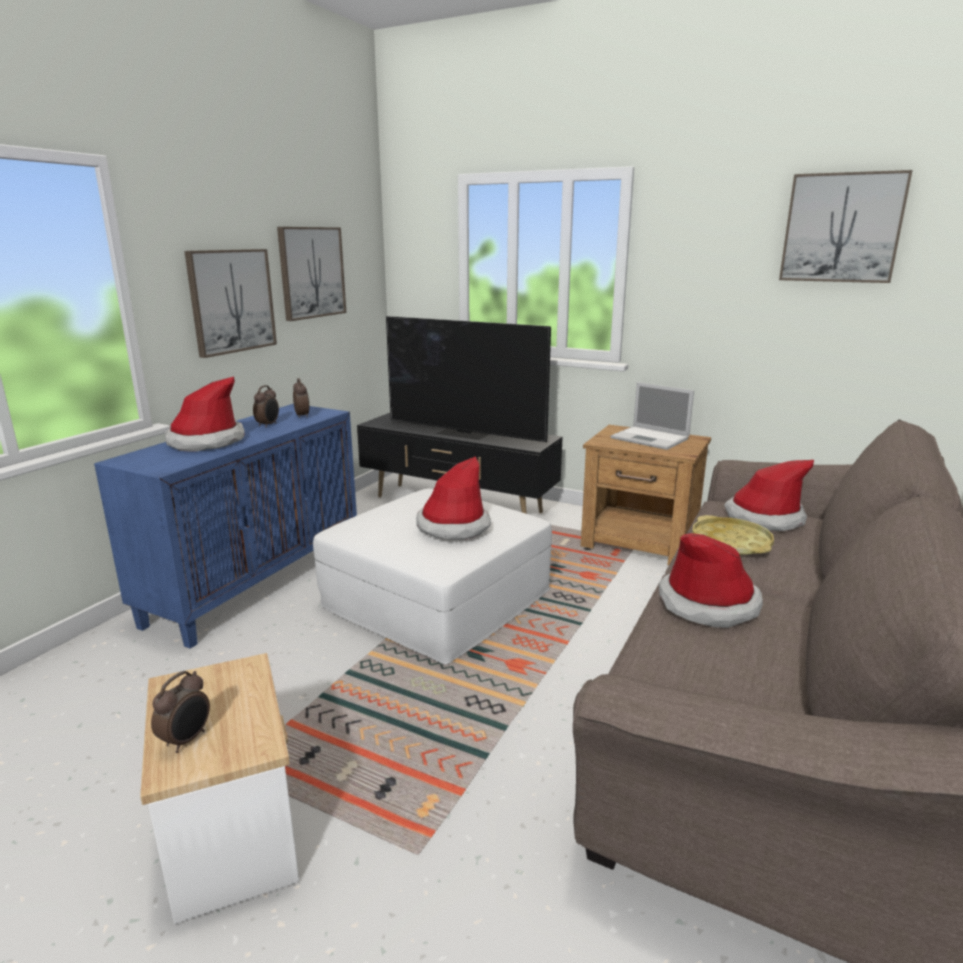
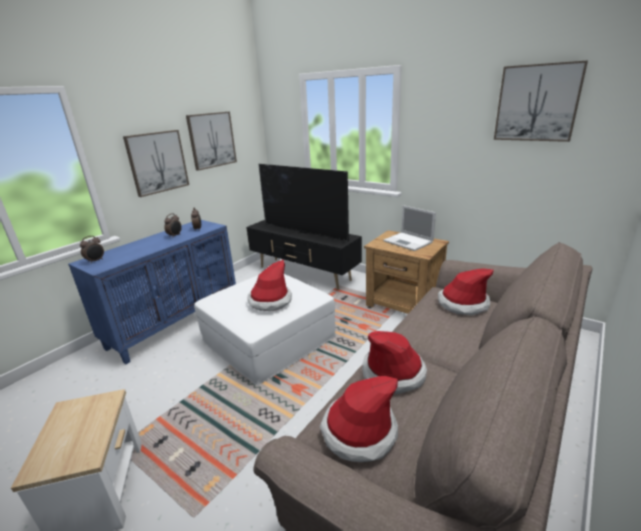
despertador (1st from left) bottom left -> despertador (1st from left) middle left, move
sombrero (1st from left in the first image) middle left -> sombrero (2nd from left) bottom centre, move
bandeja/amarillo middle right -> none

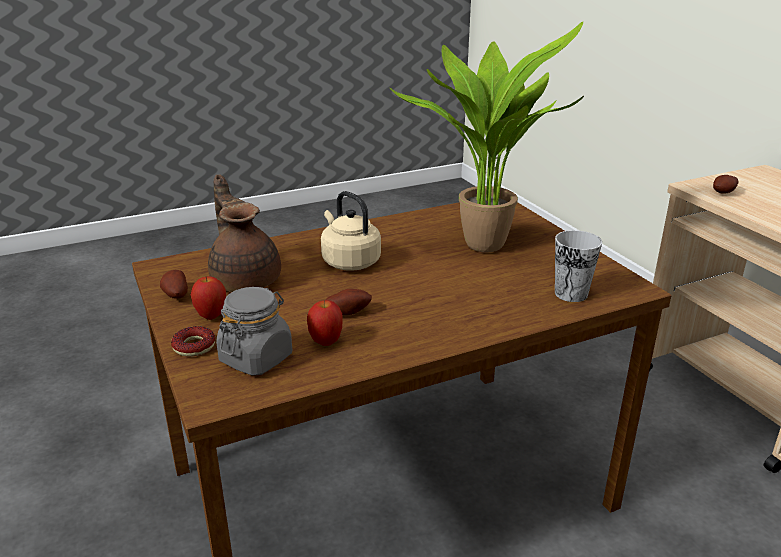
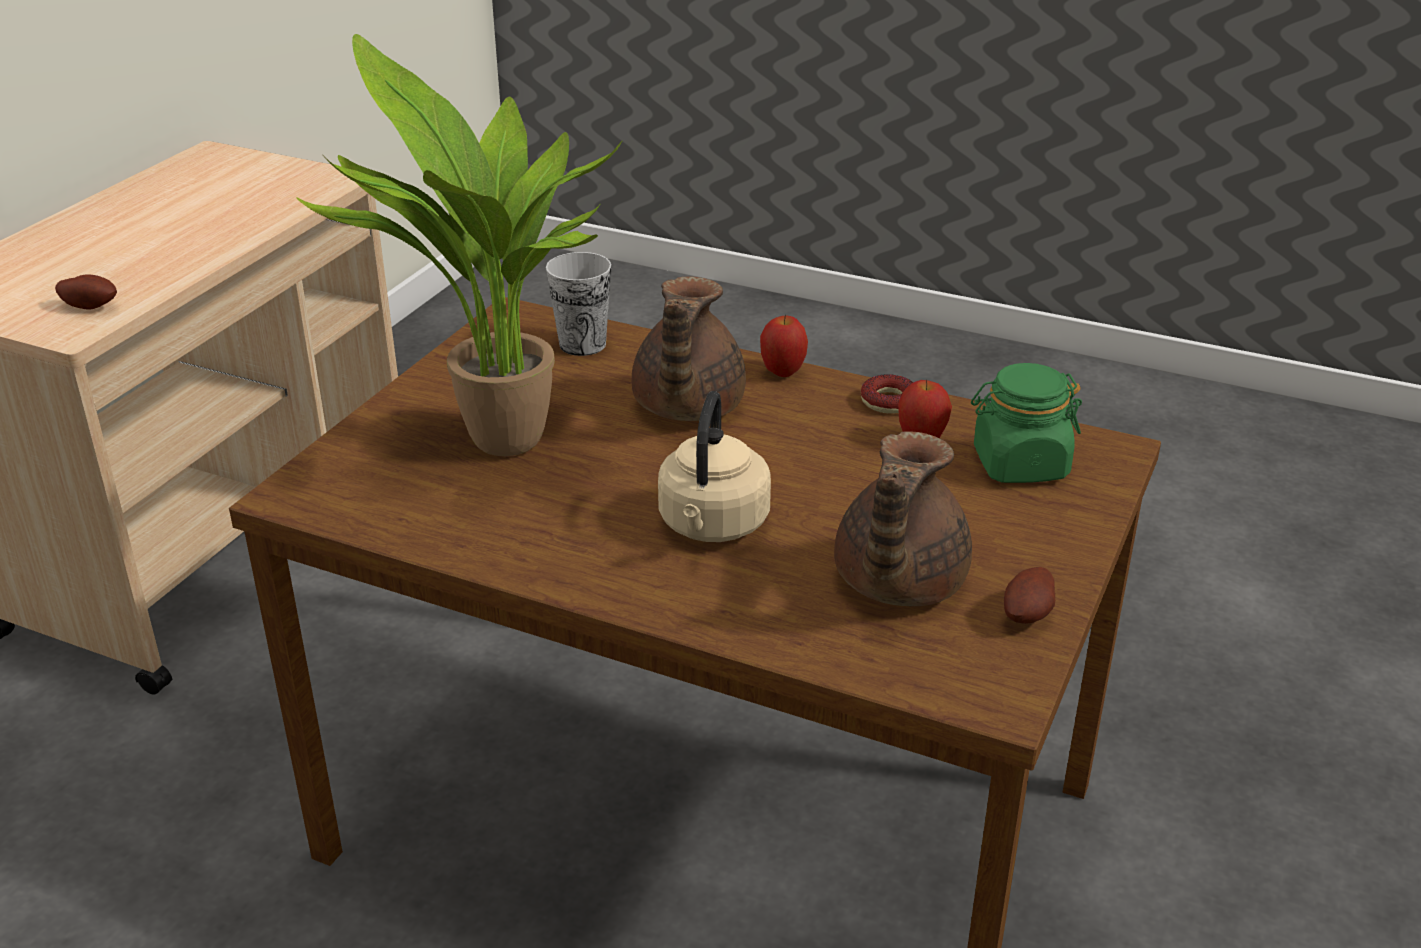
none -> tetera/marrón (1st from left) centre
manzana (1st from left) middle left -> manzana (1st from left) centre, move
rosquilla middle left -> rosquilla centre, move
tarro/gris middle left -> tarro/verde middle right
patata (2nd from left) centre -> none

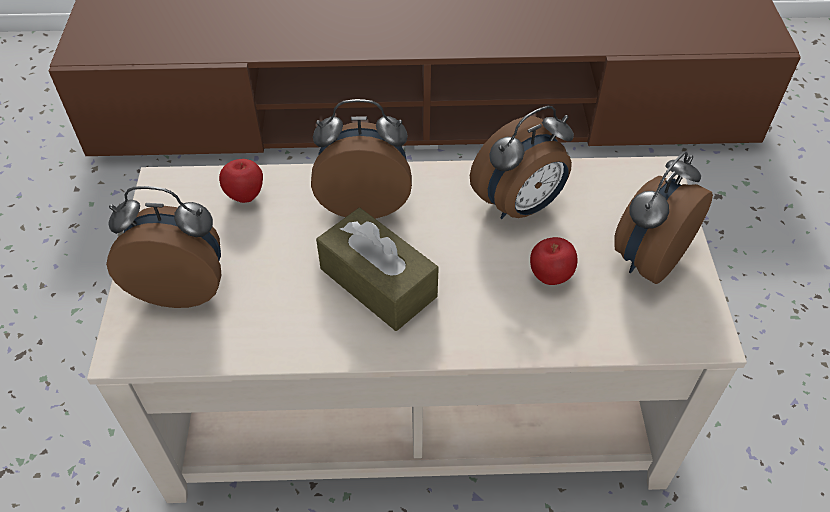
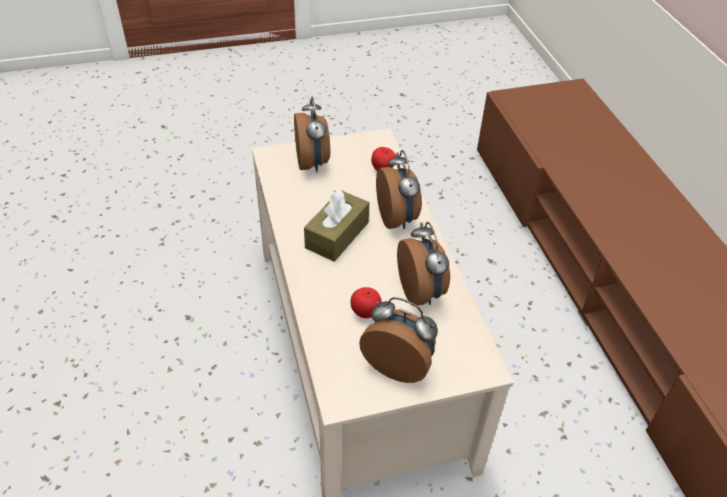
despertador (3rd from left in the first image) top centre -> despertador (4th from left) centre, 150 degrees counterclockwise

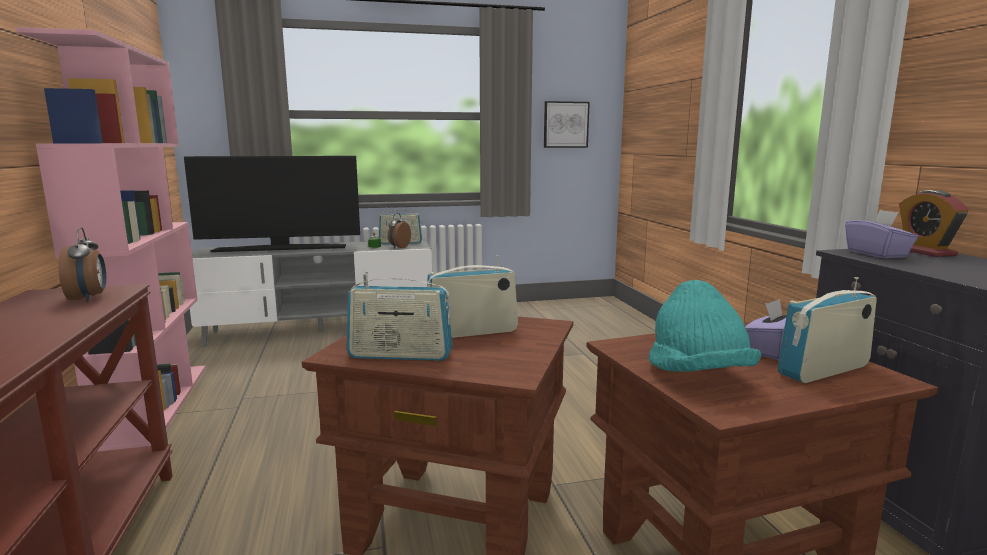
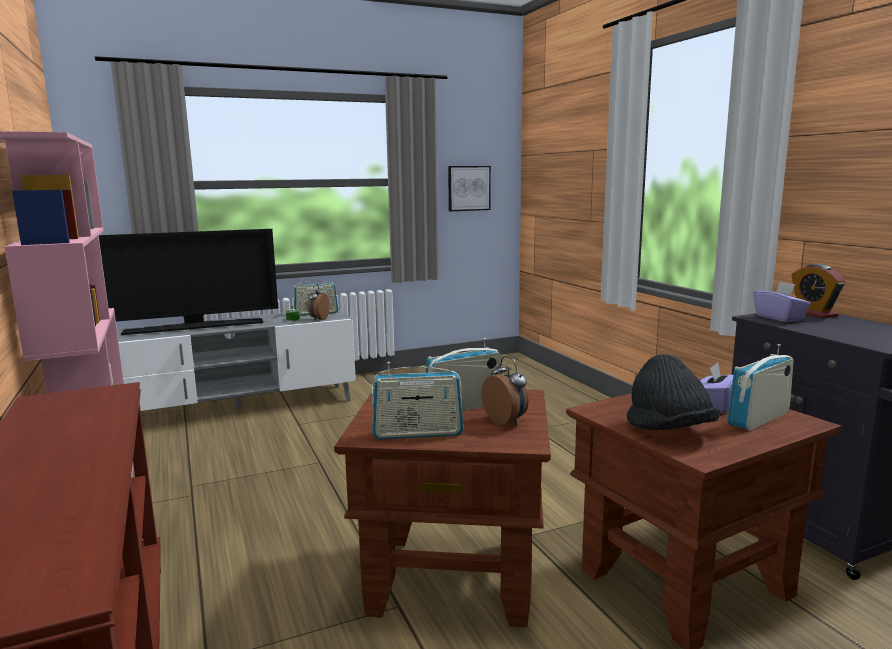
despertador (1st from left in the first image) middle left -> despertador (2nd from left) centre, move
sombrero/turquesa middle right -> sombrero/negro middle right

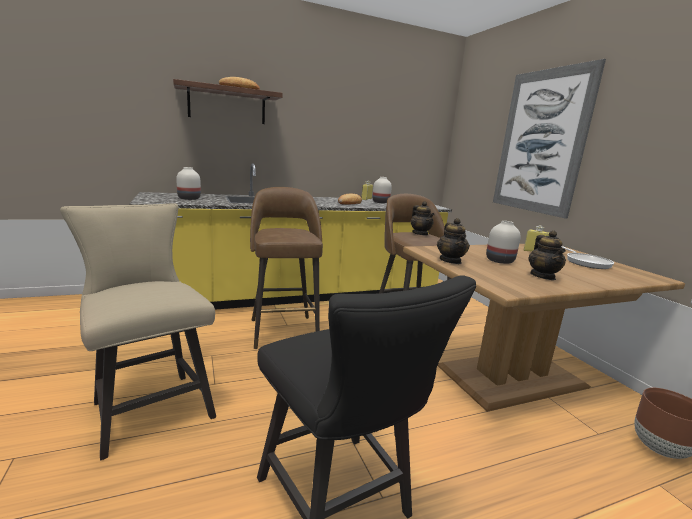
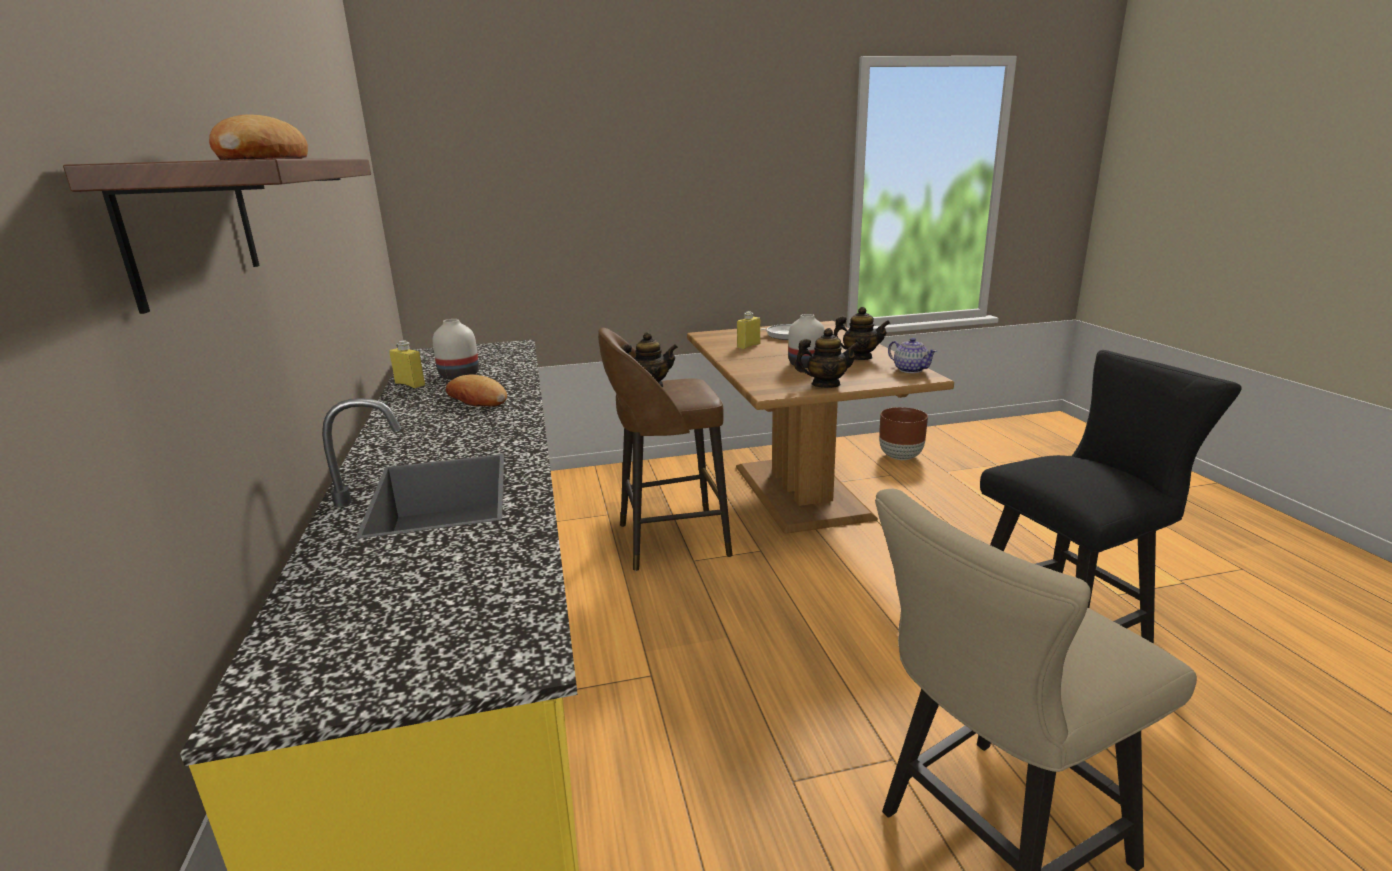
none -> tetera (4th from left) centre
florero/blanco (1st from left) middle left -> none
taburete/marrón (1st from left) centre -> none
cuadro top right -> none

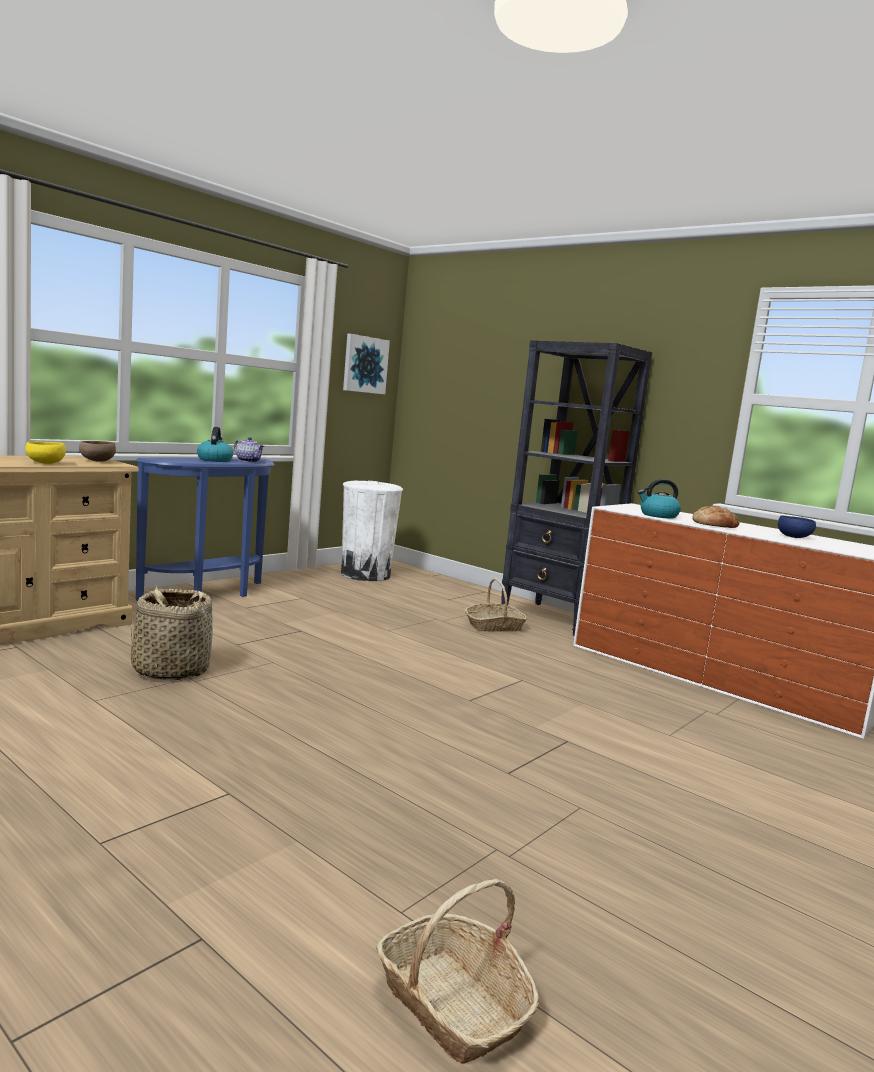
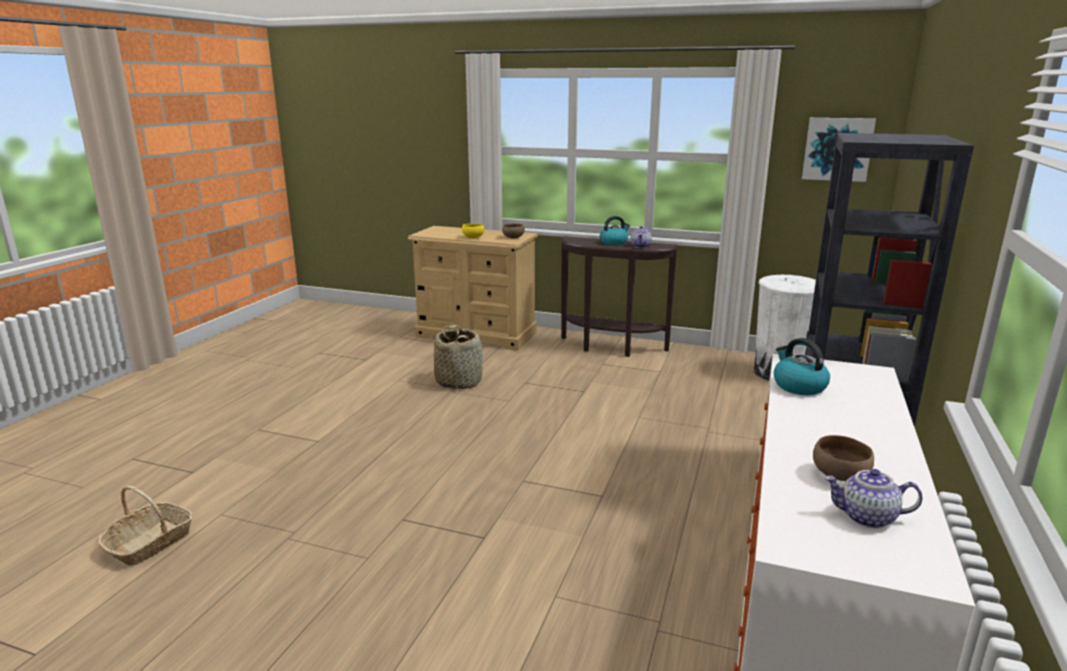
mesa consola/azul middle left -> mesa consola/marrón centre
cuenco/azul middle right -> cuenco/marrón (2nd from left) bottom right
none -> tetera (2nd from left) bottom right
cesta (3rd from left) centre -> none
pan middle right -> none

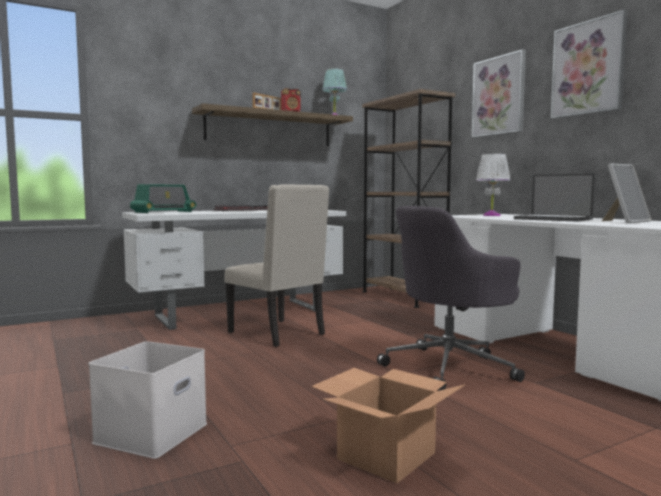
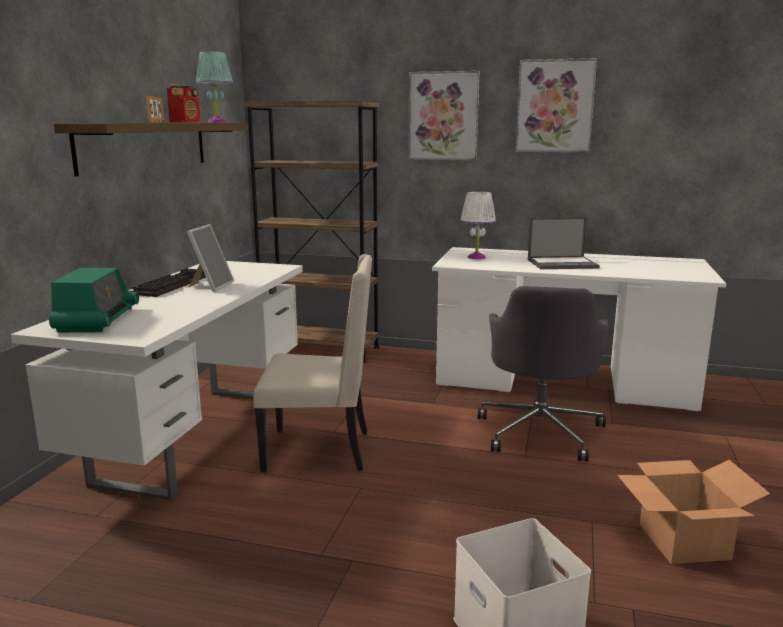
portarretratos (2nd from left) middle right -> portarretratos (2nd from left) middle left, move

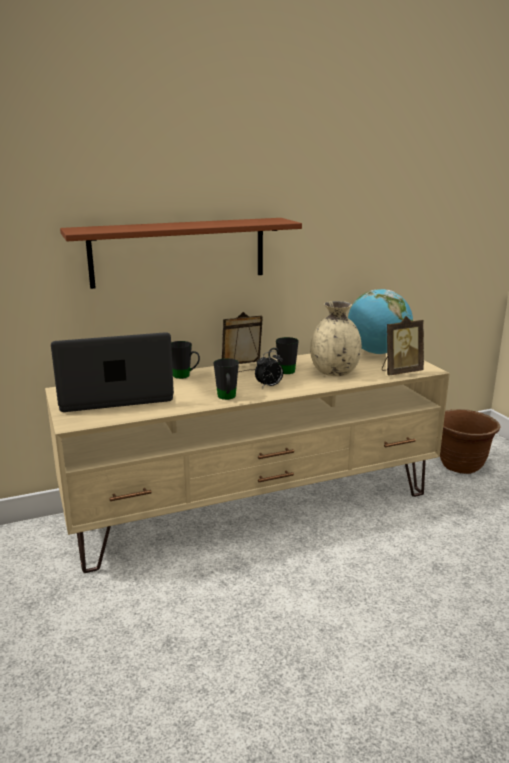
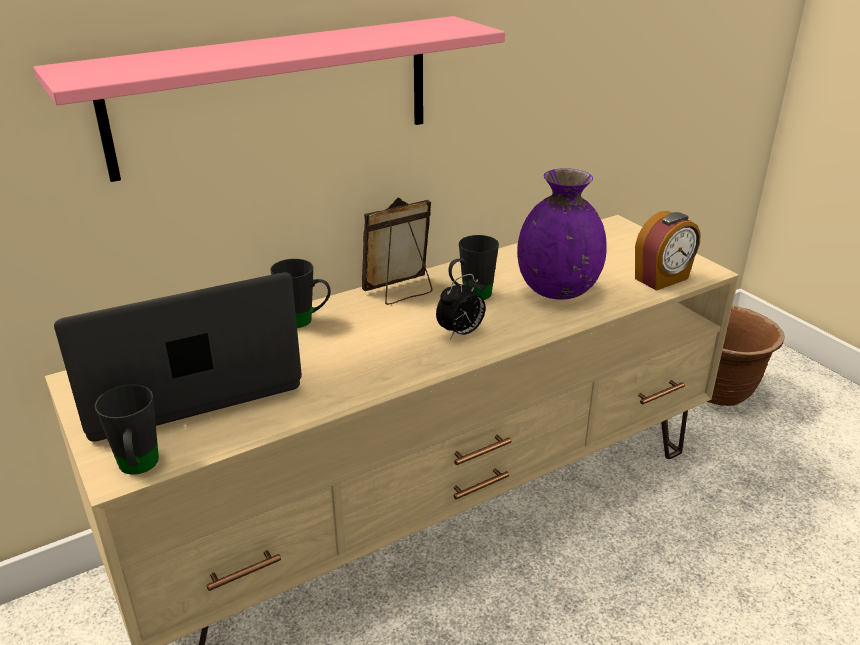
estante/marrón top centre -> estante/rosa top left
taza grande/negro (2nd from left in the first image) centre -> taza grande/negro (1st from left) middle left, move
florero/beis centre -> florero/morado centre
portarretratos (2nd from left) middle right -> despertador (2nd from left) middle right
globo terráqueo middle right -> none

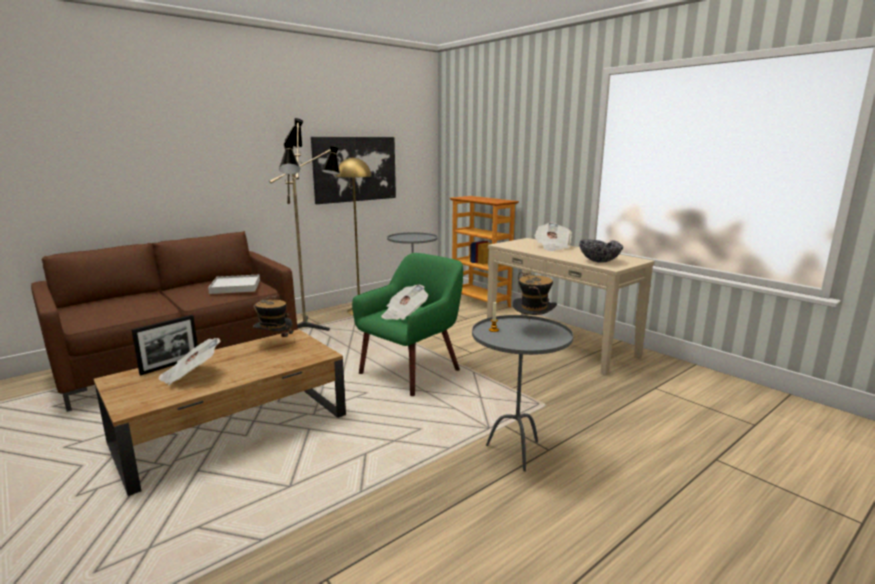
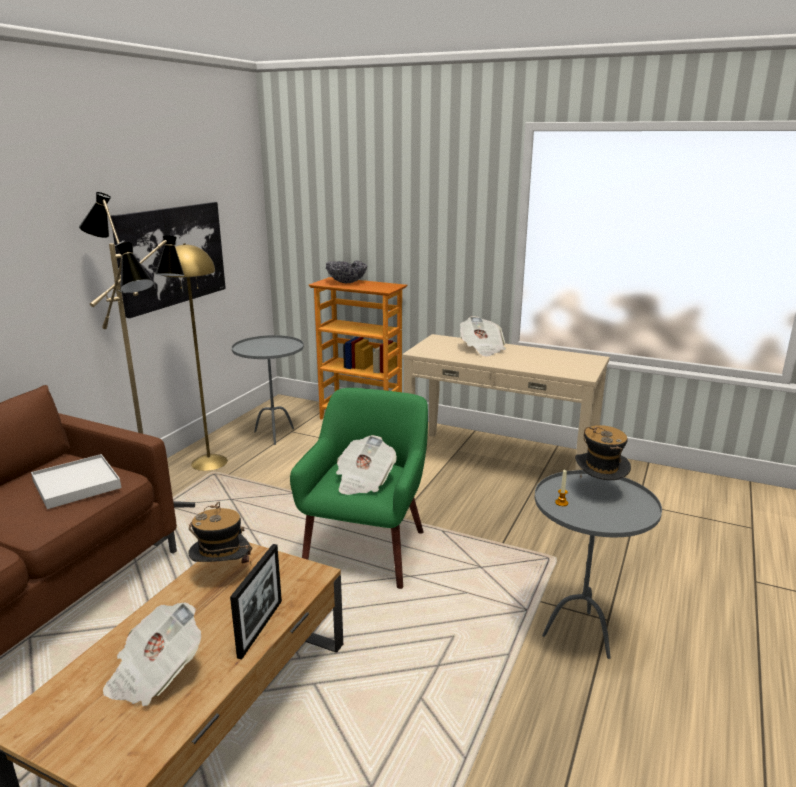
portarretratos middle left -> portarretratos bottom left, move
cuenco middle right -> cuenco centre, move

